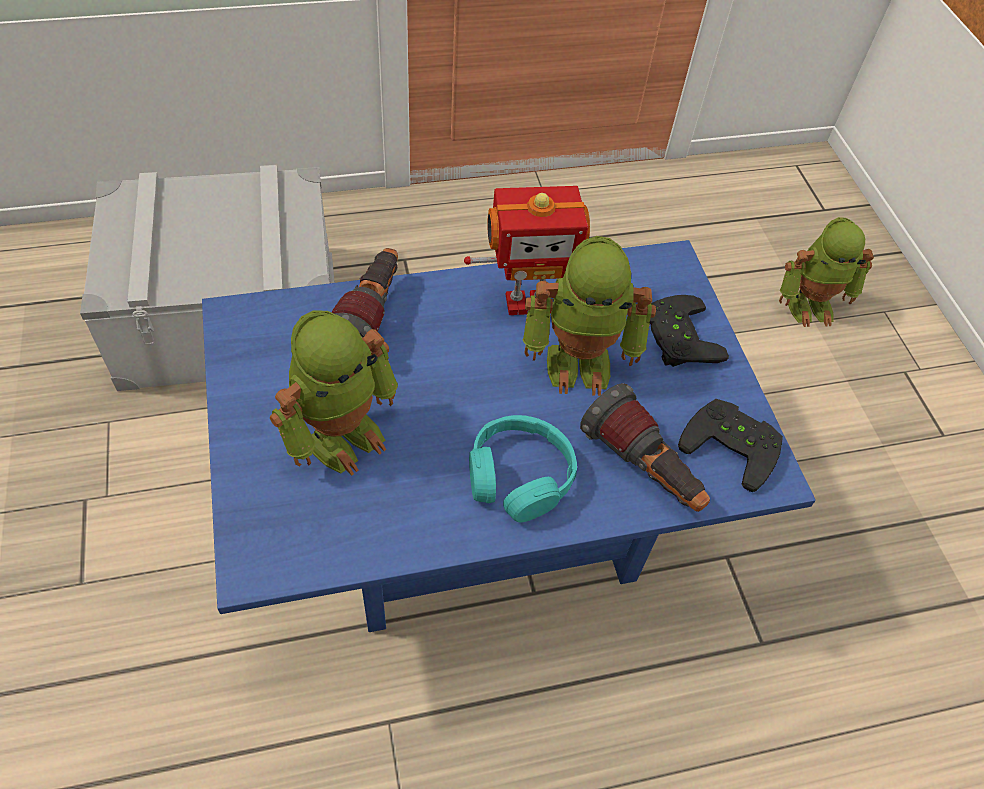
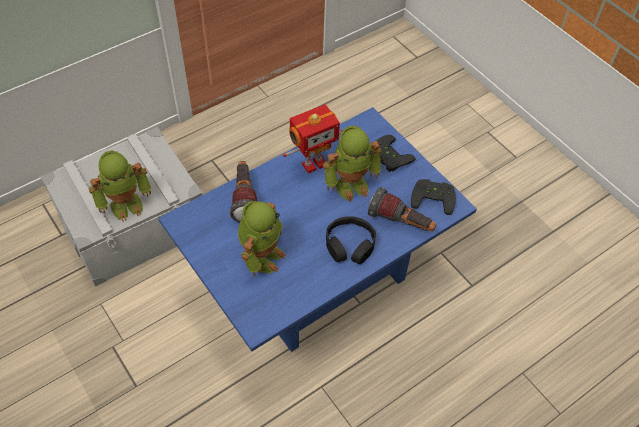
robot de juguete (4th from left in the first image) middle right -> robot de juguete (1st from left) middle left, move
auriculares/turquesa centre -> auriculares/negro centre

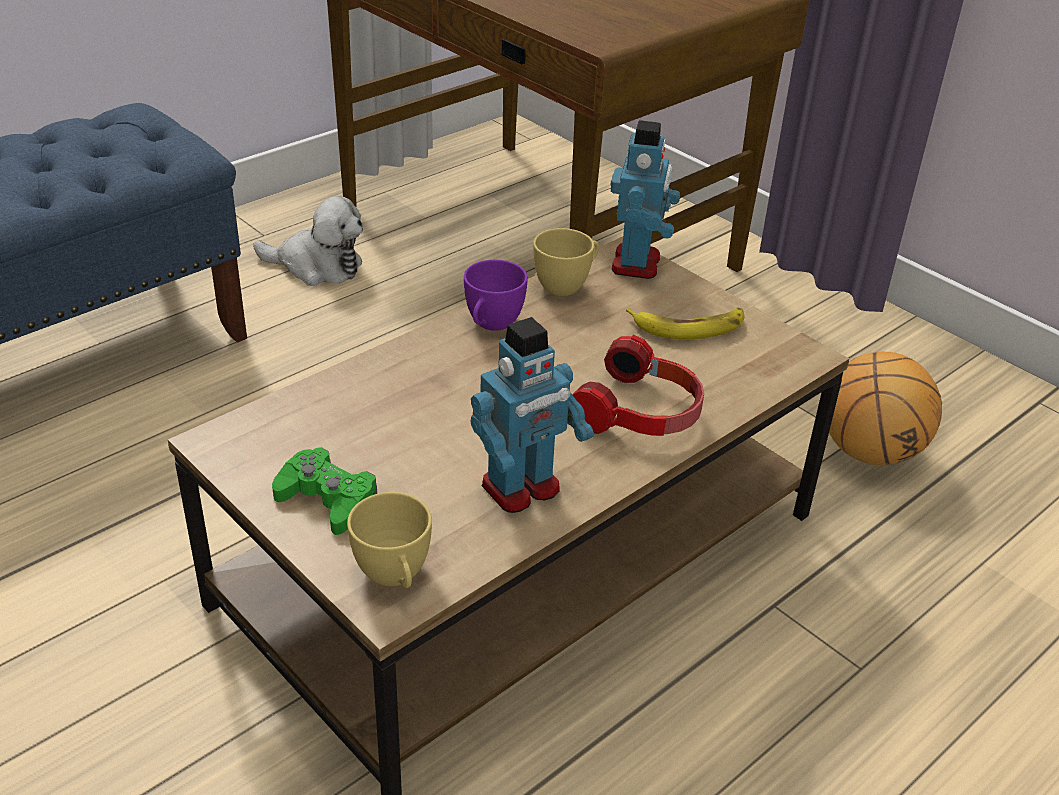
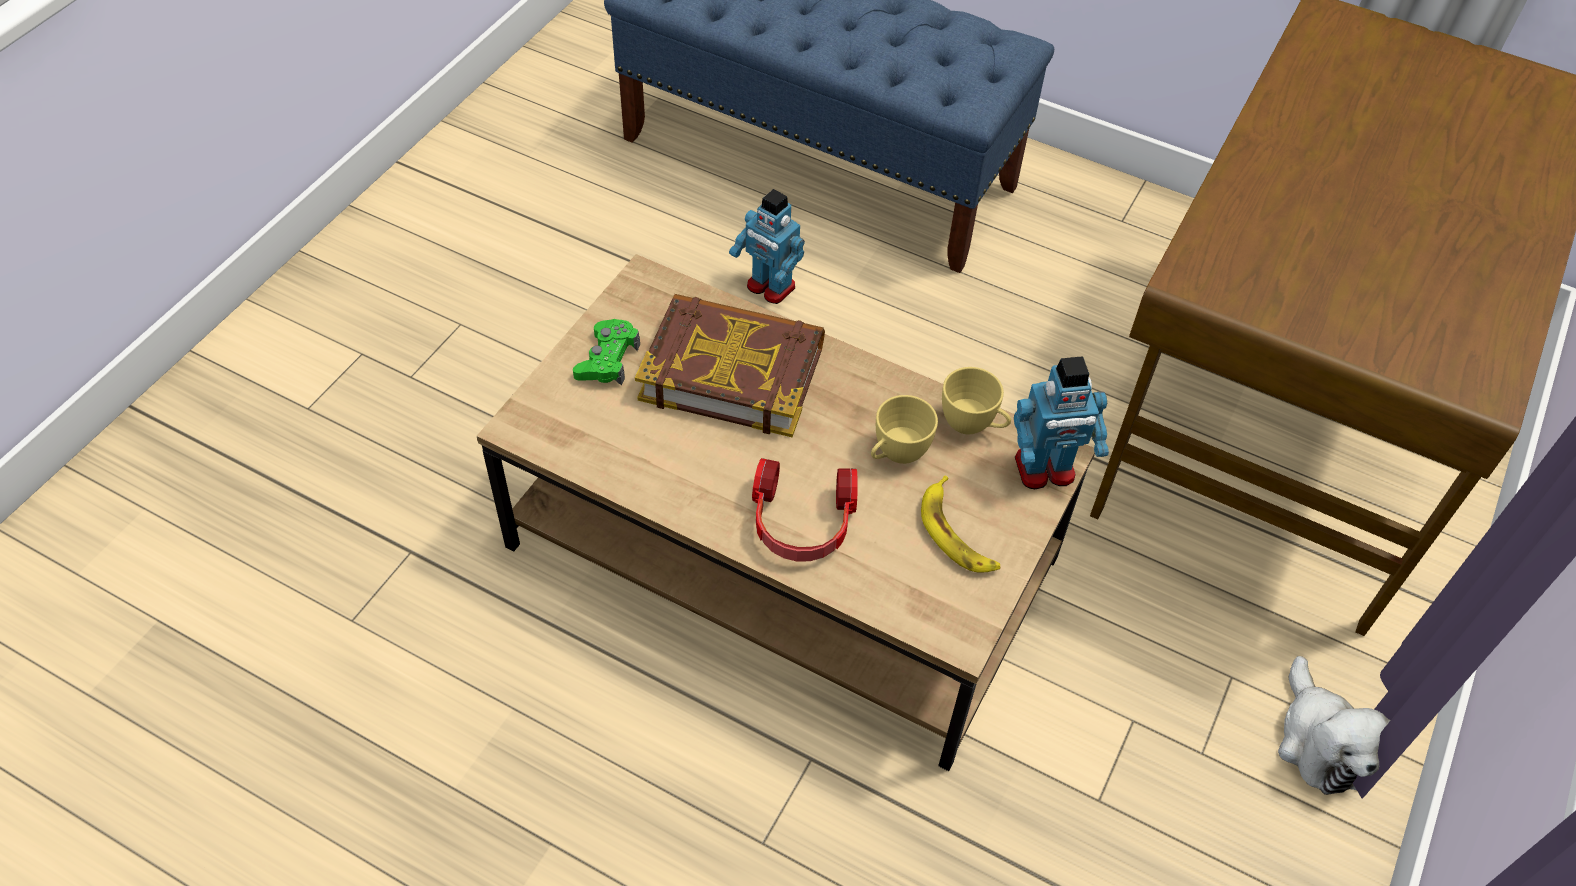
none -> libro centre
robot de juguete (1st from left) centre -> robot de juguete (1st from left) top centre, move
taza/amarillo (1st from left) bottom centre -> taza/amarillo (1st from left) centre, move
peluche top left -> peluche bottom right, move
taza/morado centre -> none
balón de baloncesto middle right -> none

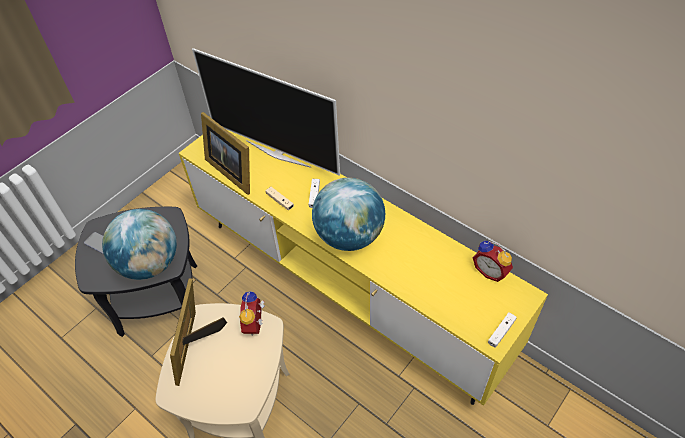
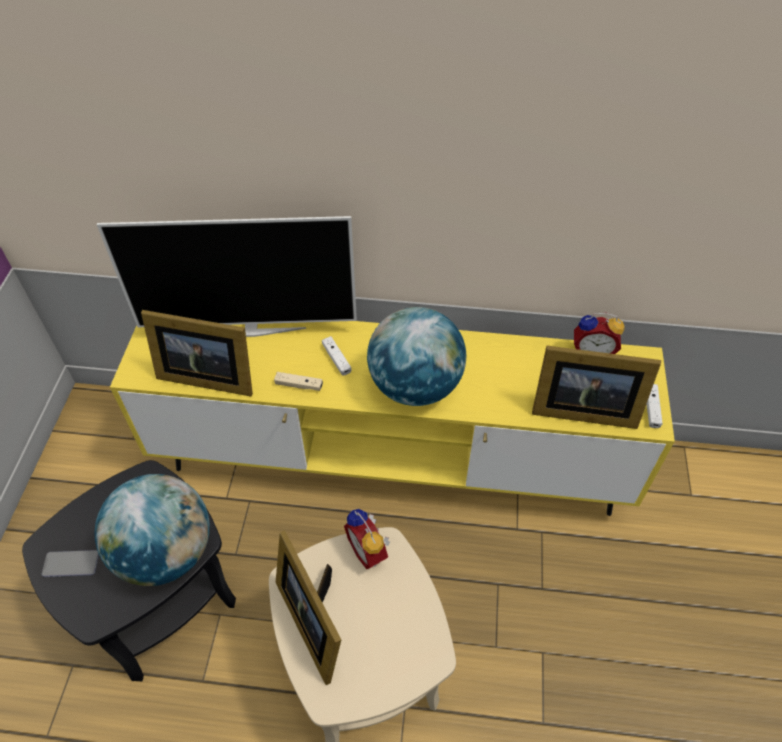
none -> portarretratos (3rd from left) middle right

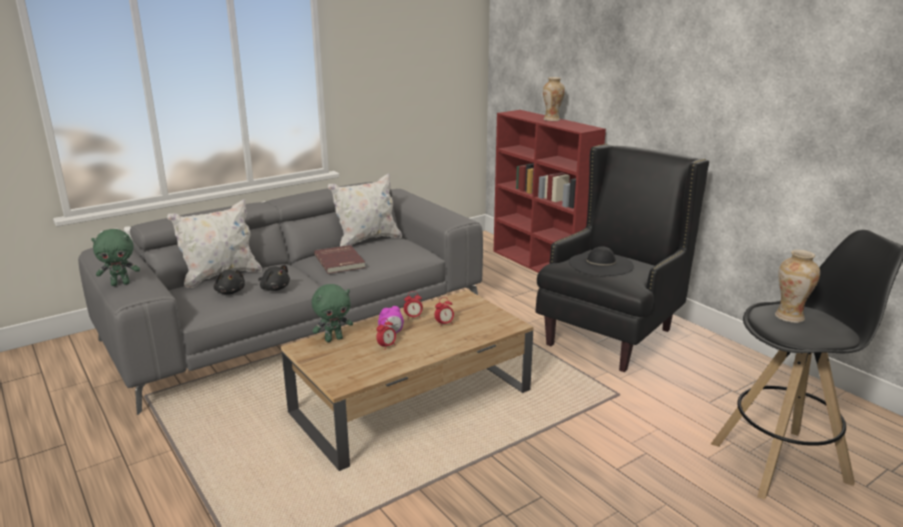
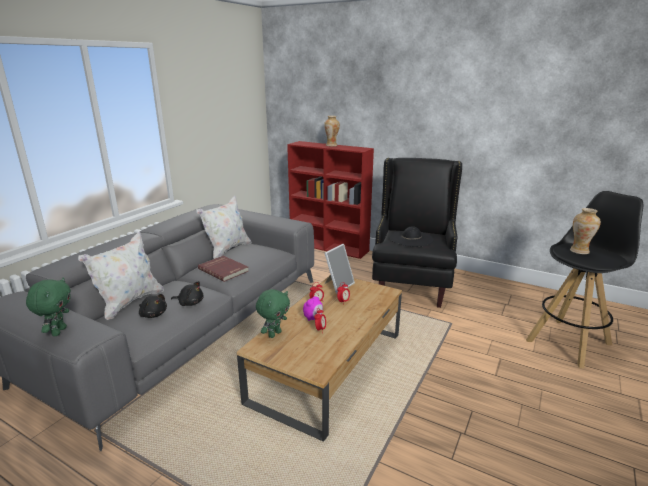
peluche/verde (1st from left) middle left, 45 degrees counterclockwise
none -> portarretratos centre

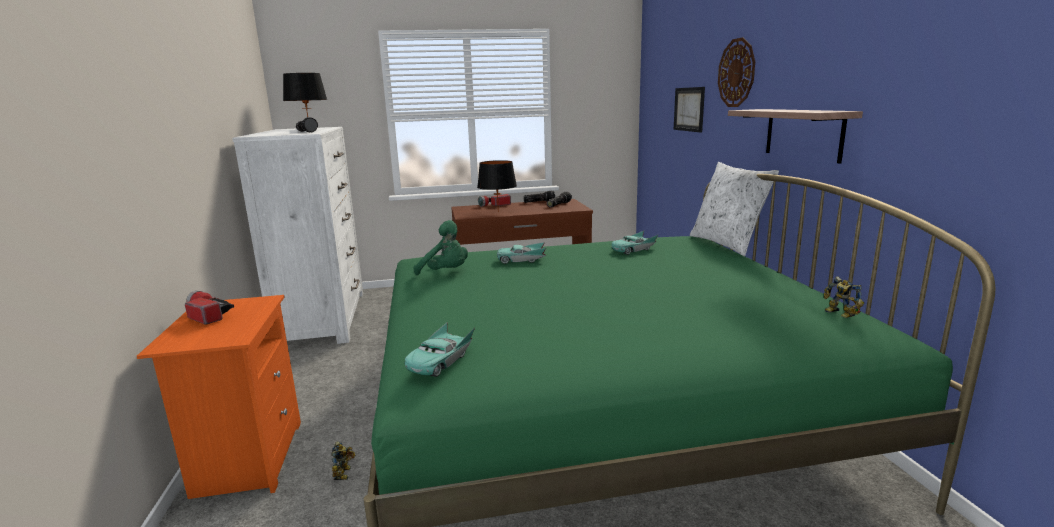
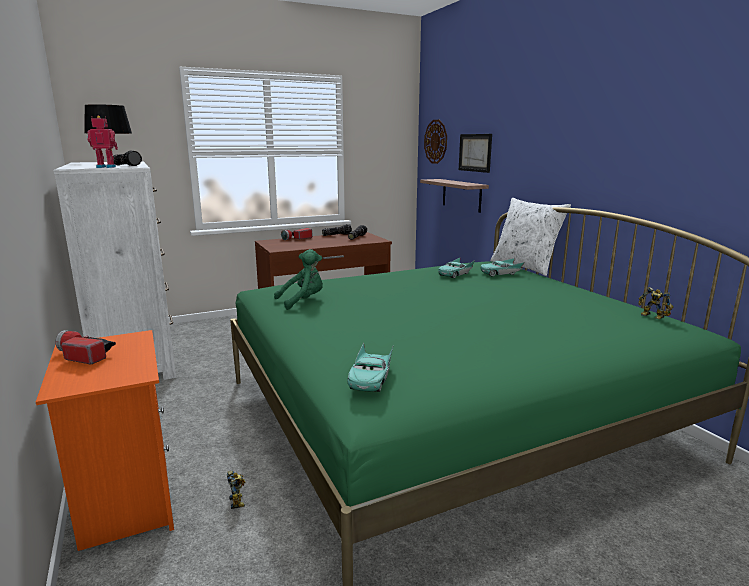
none -> robot de juguete (1st from left) top left
peluche/verde centre, 45 degrees counterclockwise
estante top right -> estante centre, move
reloj de pared top right -> reloj de pared top centre, move
coche de juguete/turquesa (2nd from left in the first image) centre -> coche de juguete/turquesa (3rd from left) middle right, move
lámpara de mesa/negro (2nd from left) centre -> none

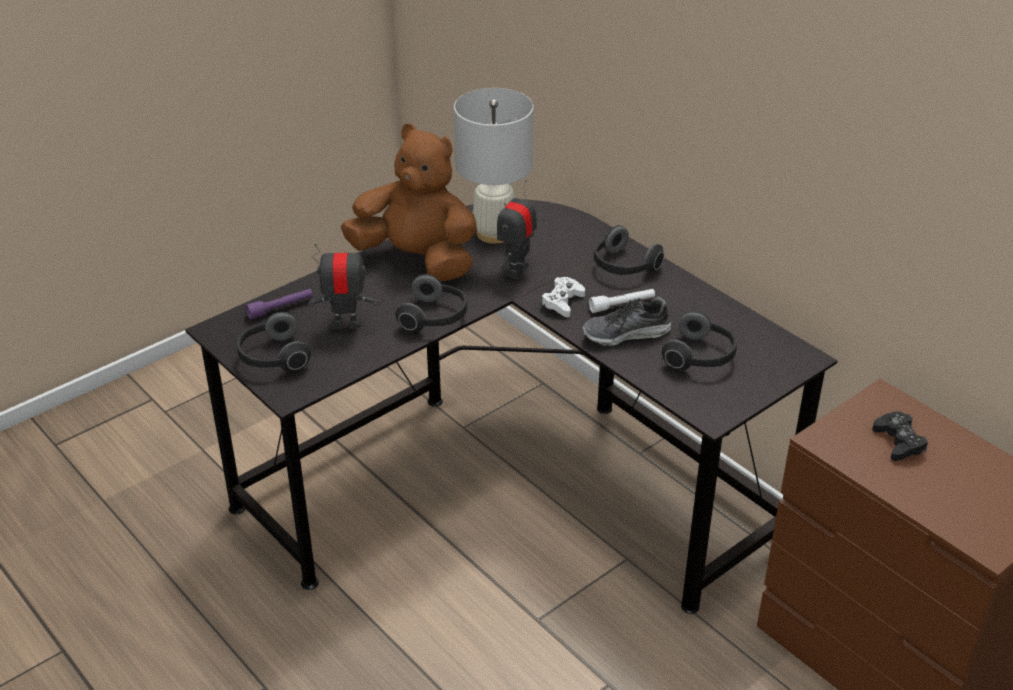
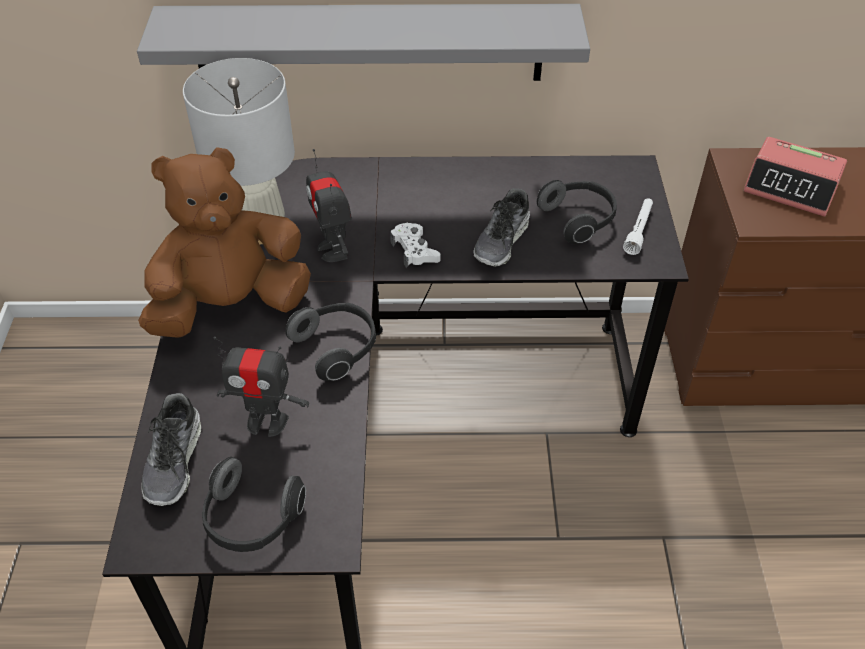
none -> estante/gris top centre
linterna/morado middle left -> zapato (1st from left) bottom left
robot de juguete (1st from left) centre -> robot de juguete (1st from left) middle left, 120 degrees counterclockwise
linterna/blanco centre -> linterna/blanco middle right, move
mando de consola/negro middle right -> despertador top right
auriculares (3rd from left) centre -> none

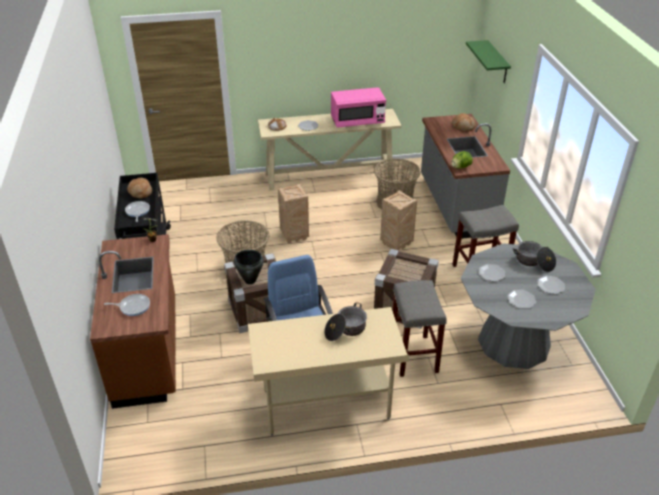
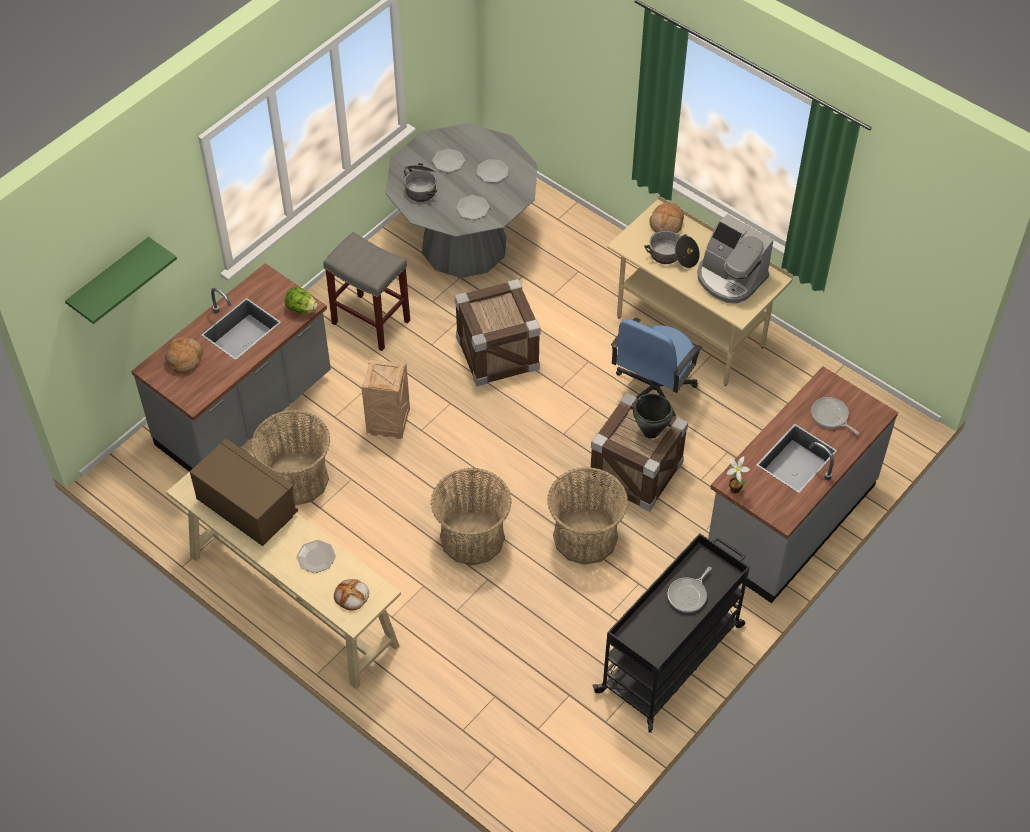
microondas/rosa top centre -> microondas/marrón middle left
caja de embalaje (2nd from left) centre -> cesta (2nd from left) centre
pan (1st from left in the first image) middle left -> pan (3rd from left) top centre, move
none -> cafetera top right
mueble bajo de cocina/marrón middle left -> mueble bajo de cocina/gris (2nd from left) middle right
taburete/gris (1st from left) centre -> none

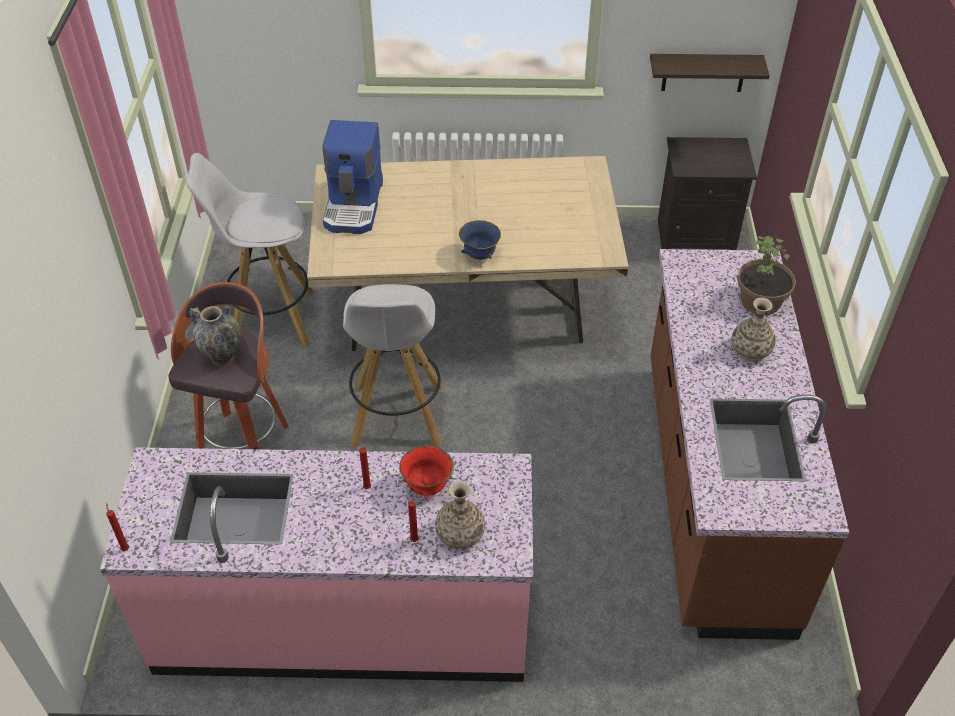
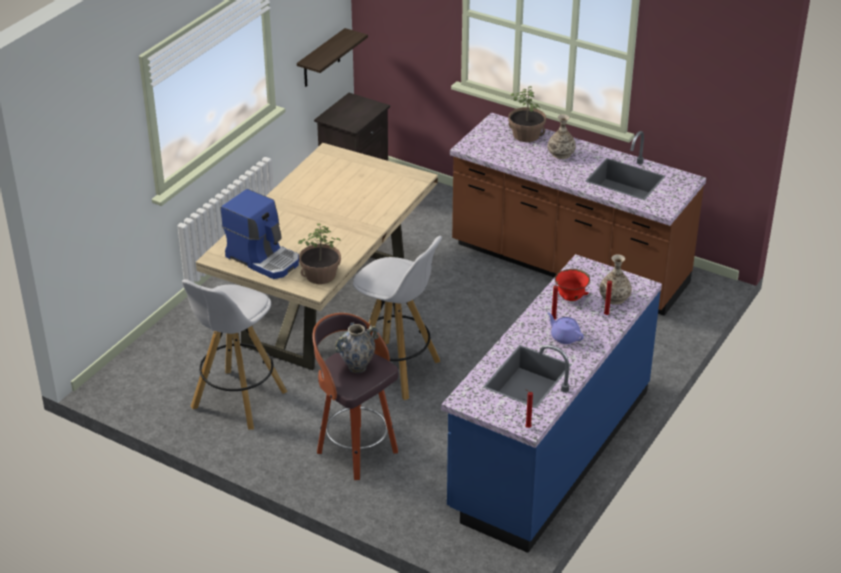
none -> planta en maceta (1st from left) centre
mueble bajo de cocina/rosa bottom left -> mueble bajo de cocina/azul bottom centre
none -> tetera/morado middle right
cuenco/azul centre -> none

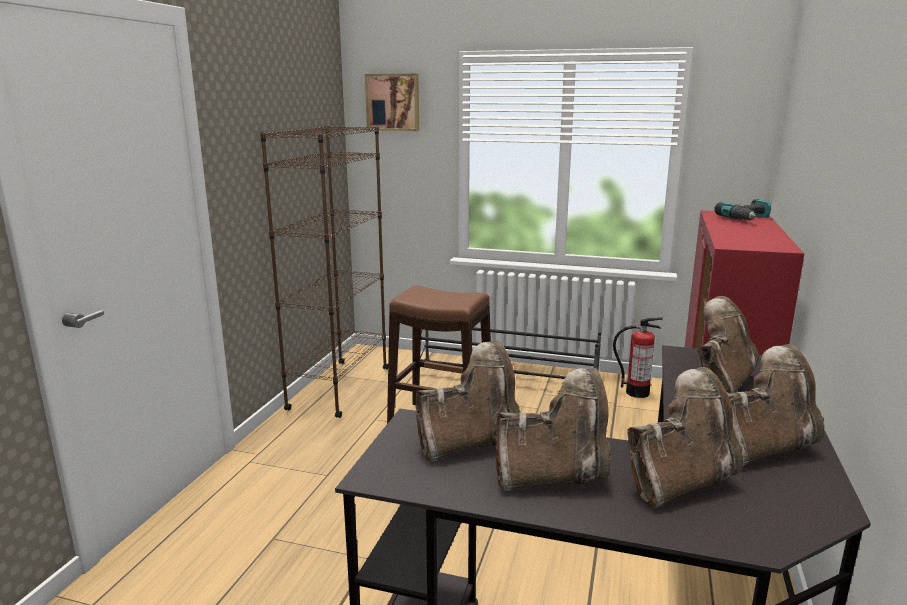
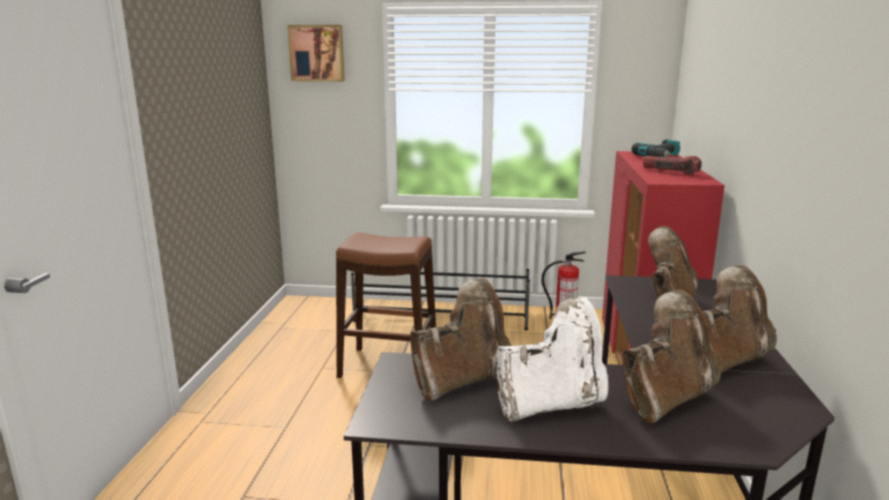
bota/marrón (2nd from left) bottom centre -> bota/blanco bottom centre
none -> linterna top right
estantería/marrón centre -> none

